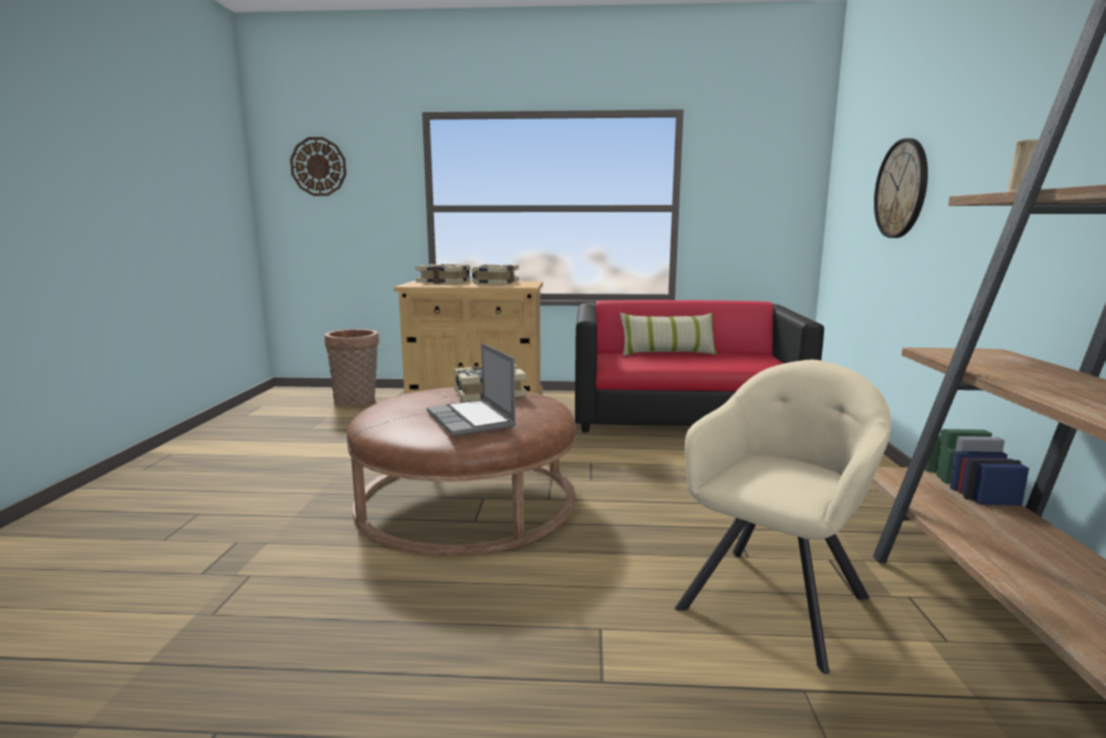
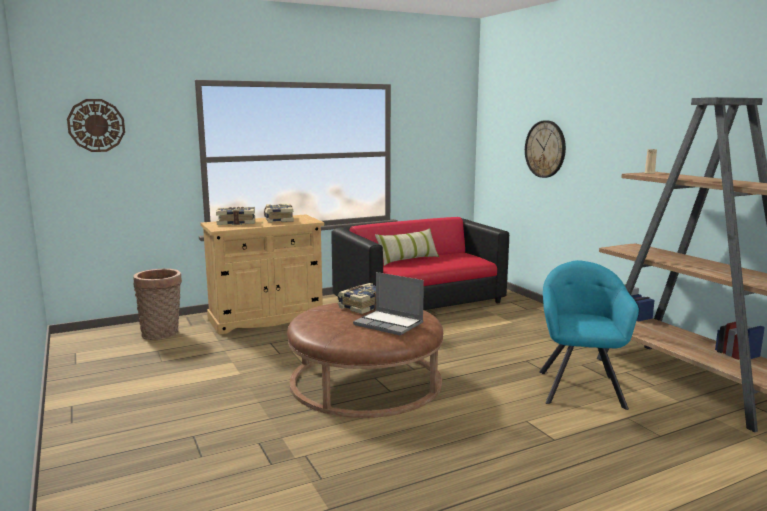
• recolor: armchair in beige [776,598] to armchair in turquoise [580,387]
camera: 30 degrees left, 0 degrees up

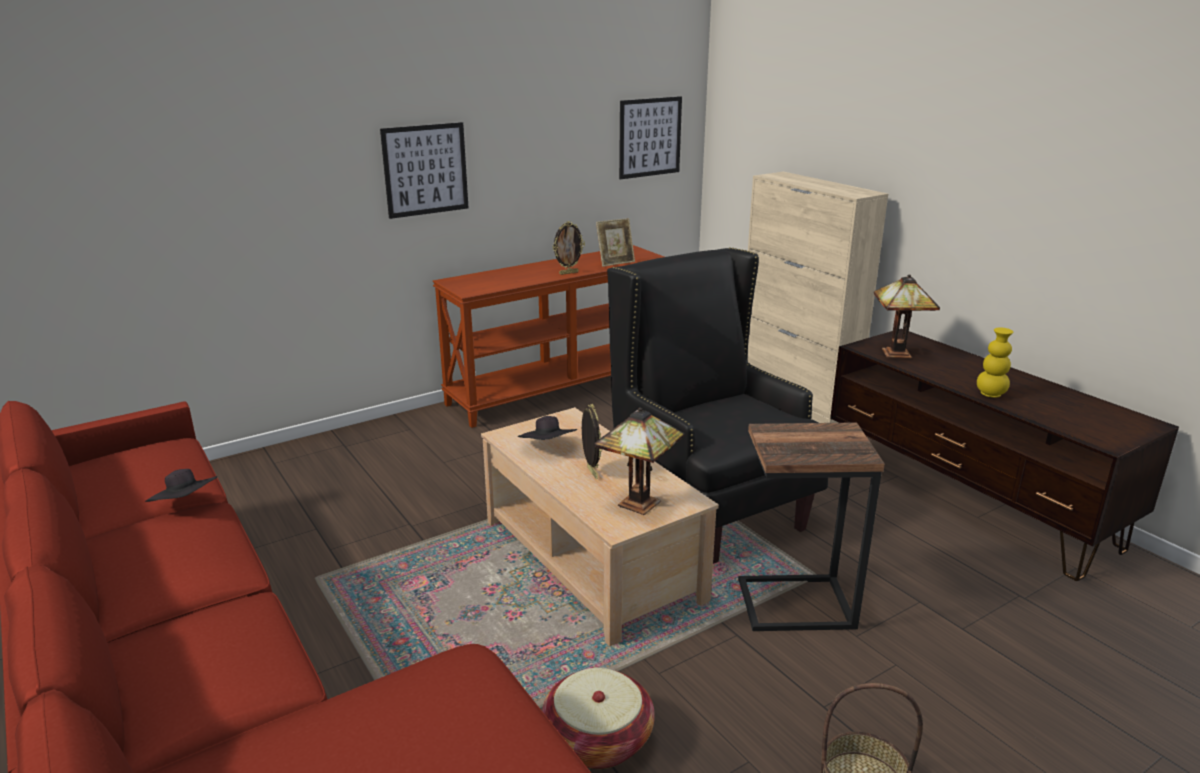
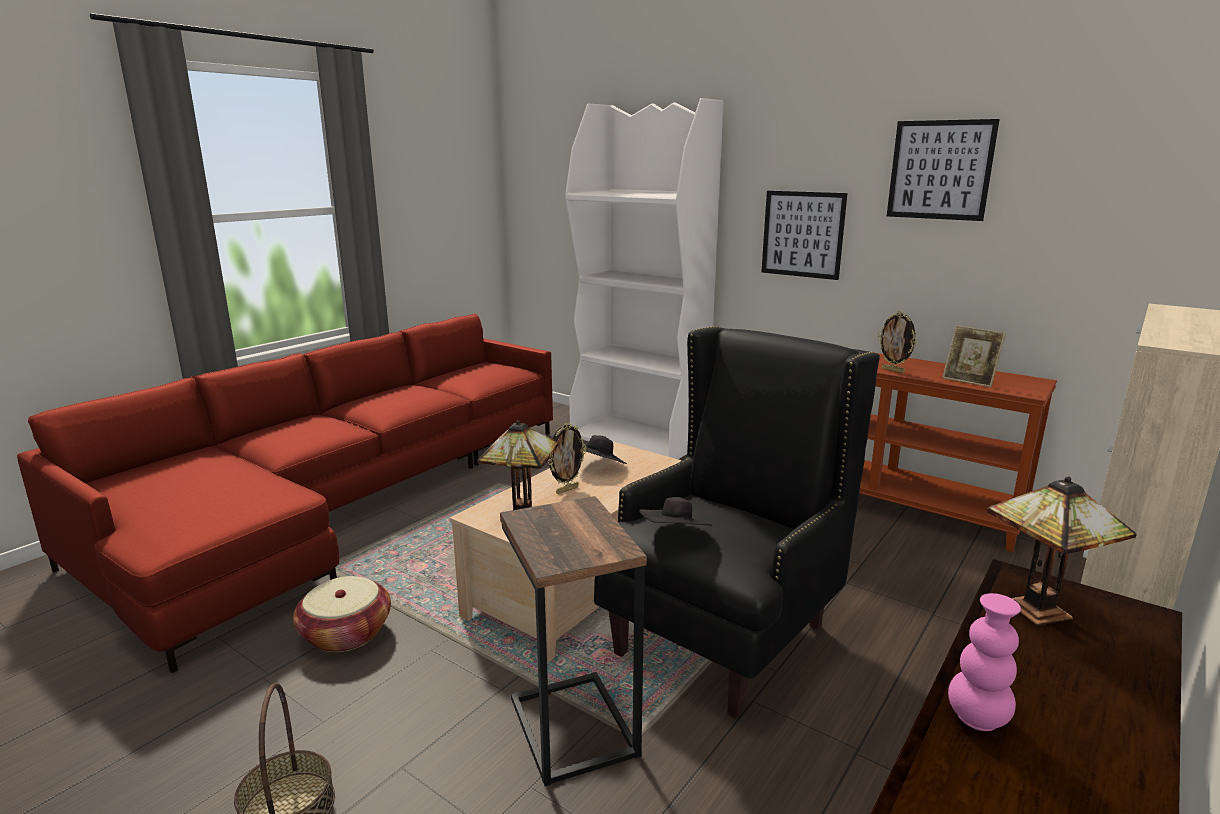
• insert: bookcase in white [639,439]
• move: hat in black [186,505] to [675,536]
• move: picture [650,137] to [940,170]
• recolor: vase in yellow [990,394] to vase in pink [977,719]
camera: 70 degrees right, 5 degrees down

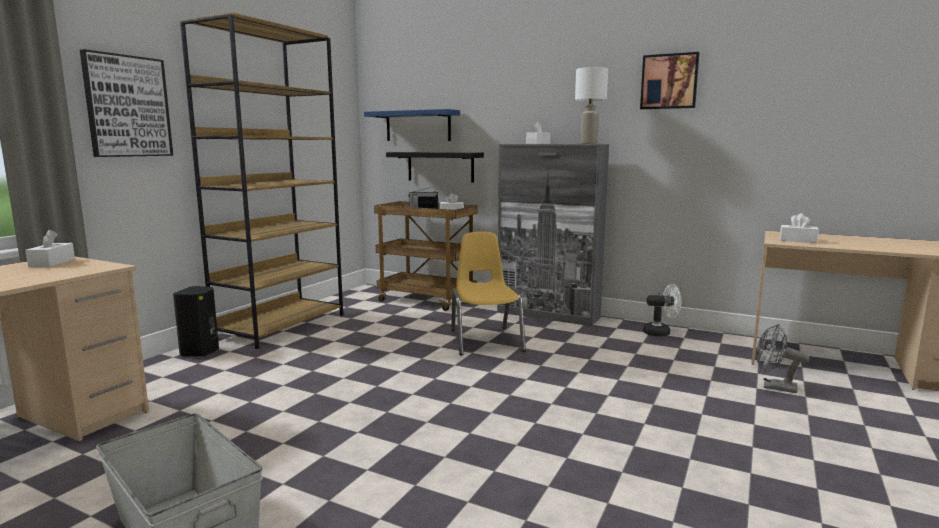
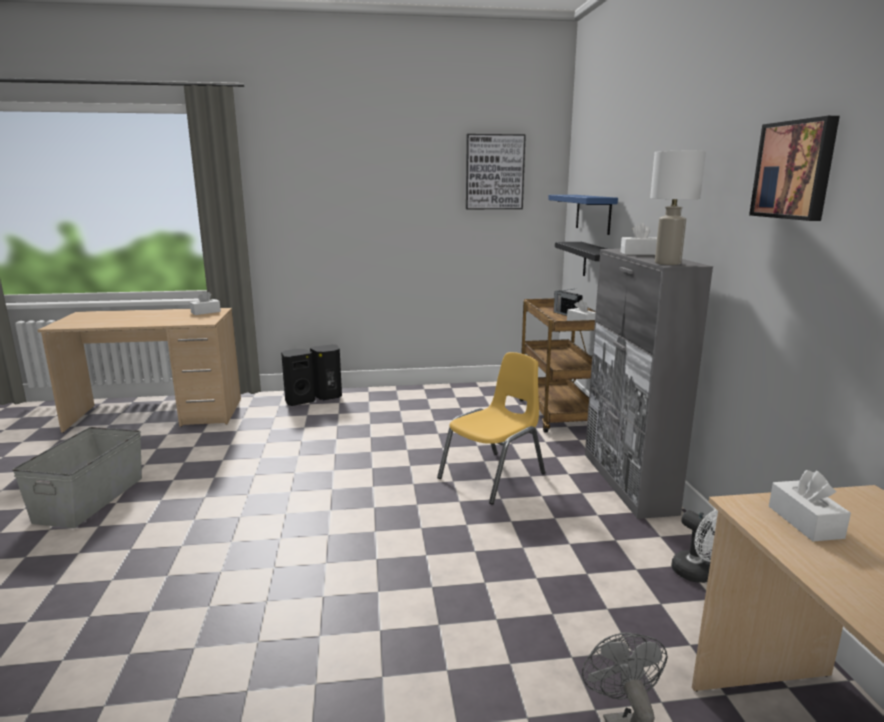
• delete: bookcase in brown [281,325]
• insert: speaker in black [299,401]
• move: picture [127,106] to [494,172]
camera: 55 degrees right, 5 degrees up

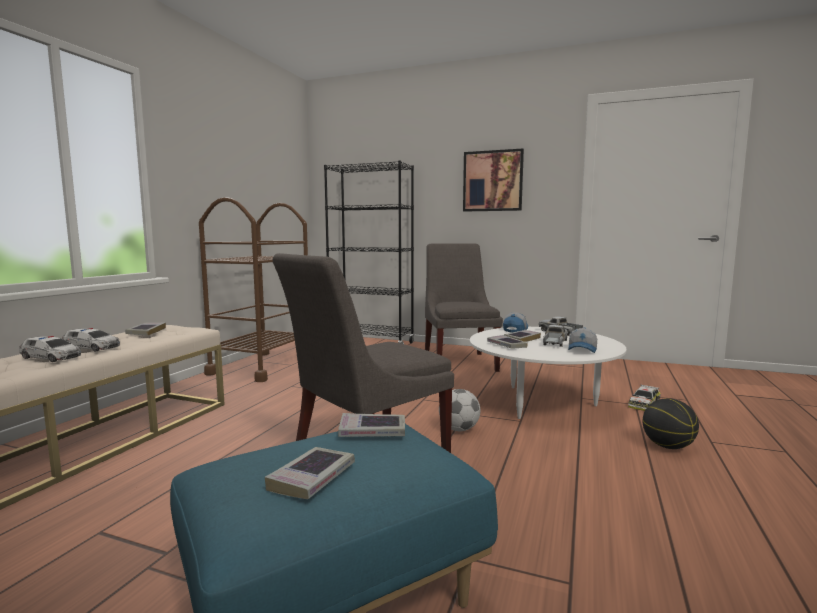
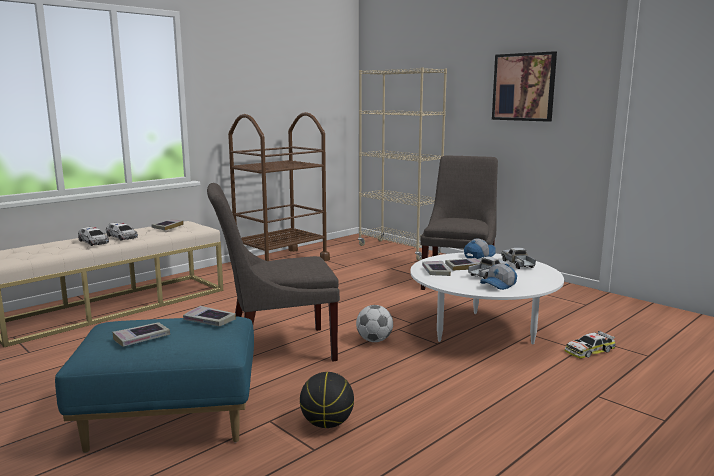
• move: basketball [668,446] to [327,423]
• recolor: bookcase in black [371,343] to bookcase in beige [398,250]
camera: 25 degrees right, 5 degrees up

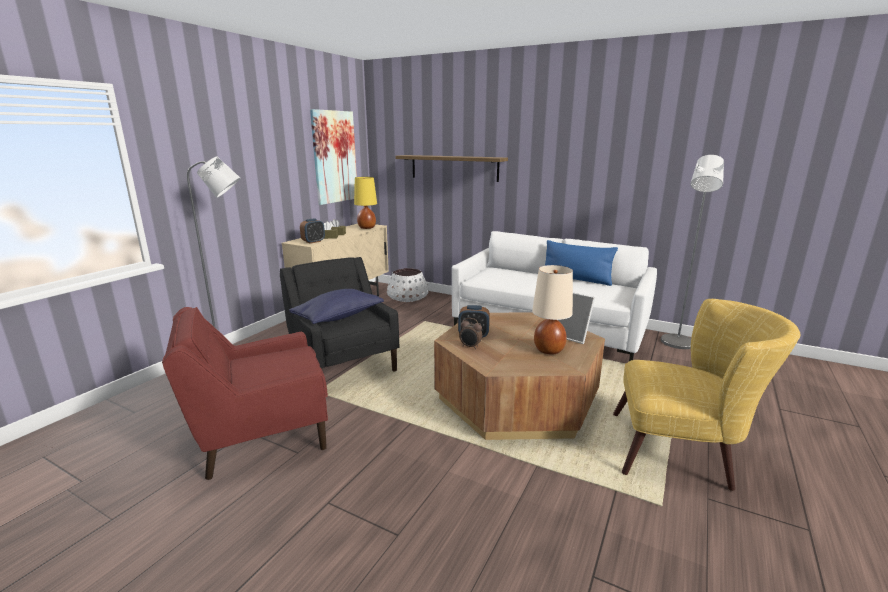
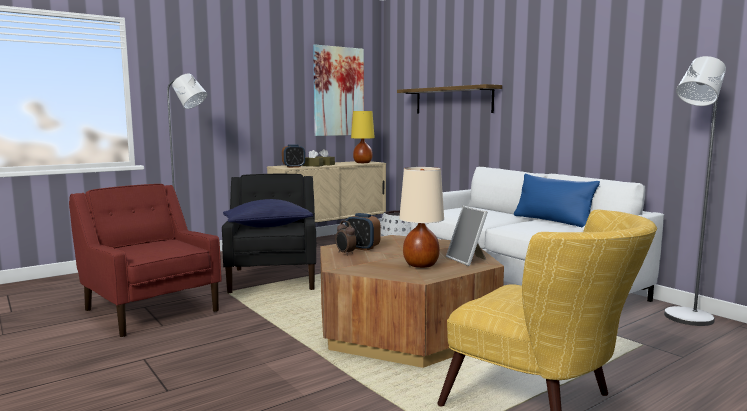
• rotate: armchair in red [261,434] = [151,310] 45 degrees clockwise
camera: 25 degrees right, 10 degrees down

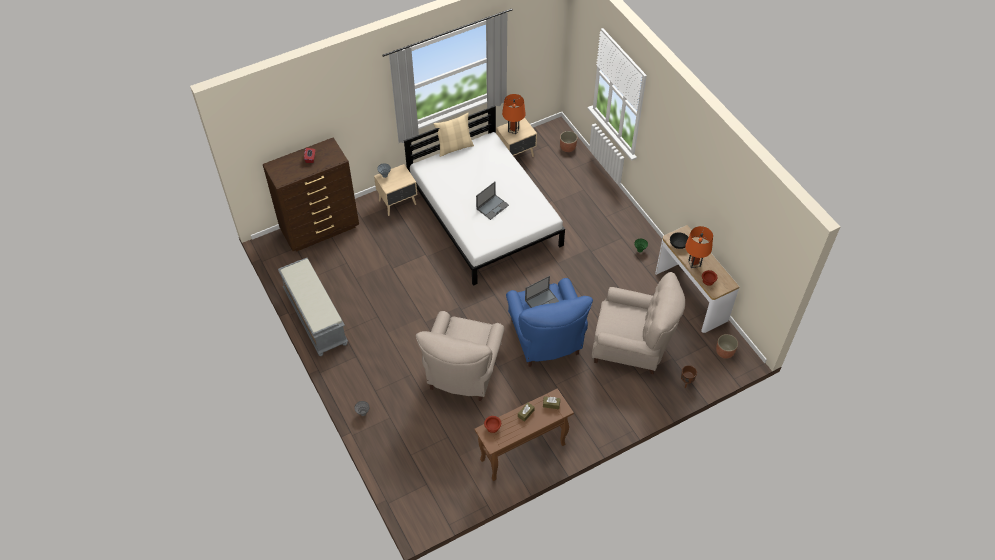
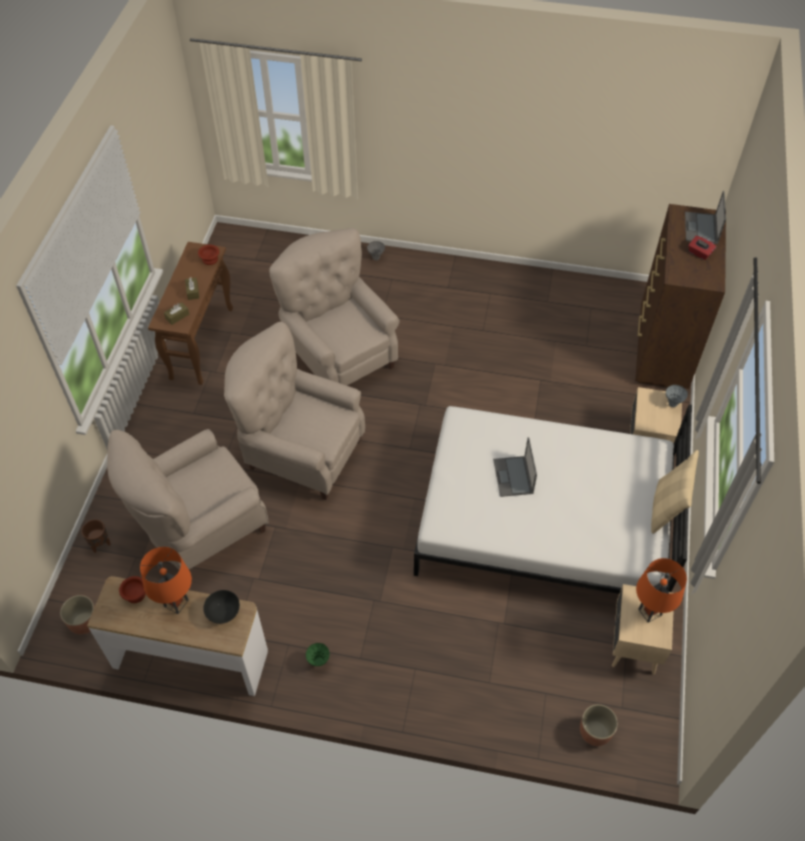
• delete: bench in grey [314,317]
• move: laptop [542,301] to [701,228]
• recolor: armchair in blue [545,339] to armchair in beige [300,453]
camera: 130 degrees right, 0 degrees up

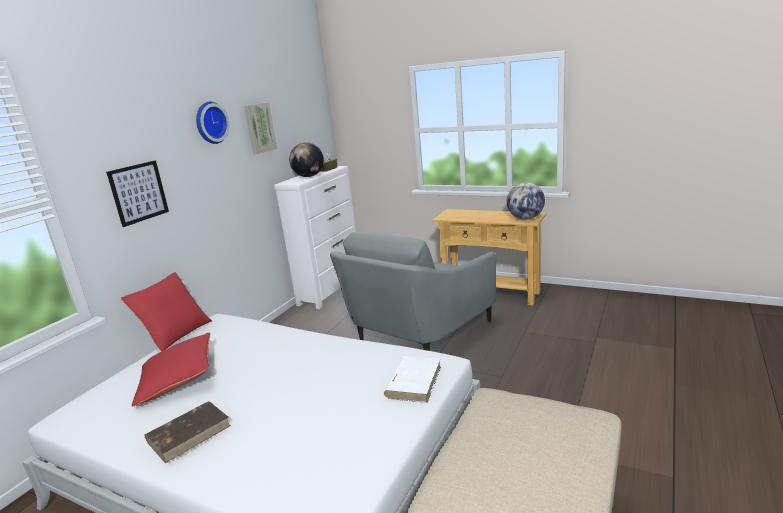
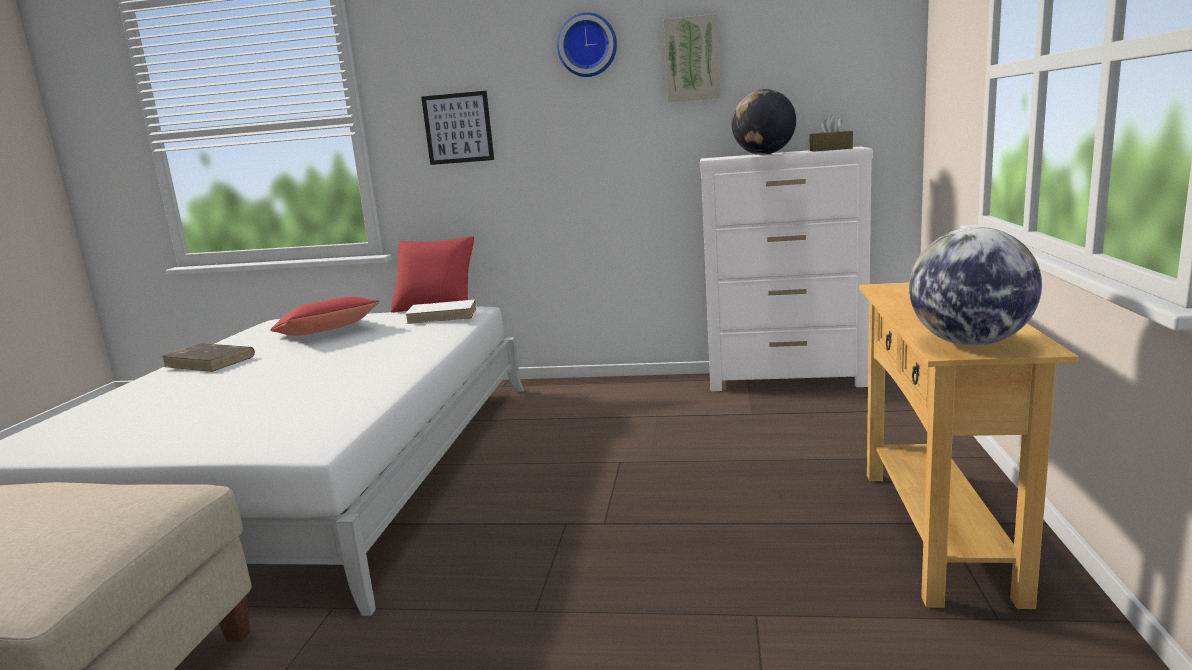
• delete: armchair in grey [417,332]
• move: book in white [413,381] to [443,315]
camera: 70 degrees right, 5 degrees down

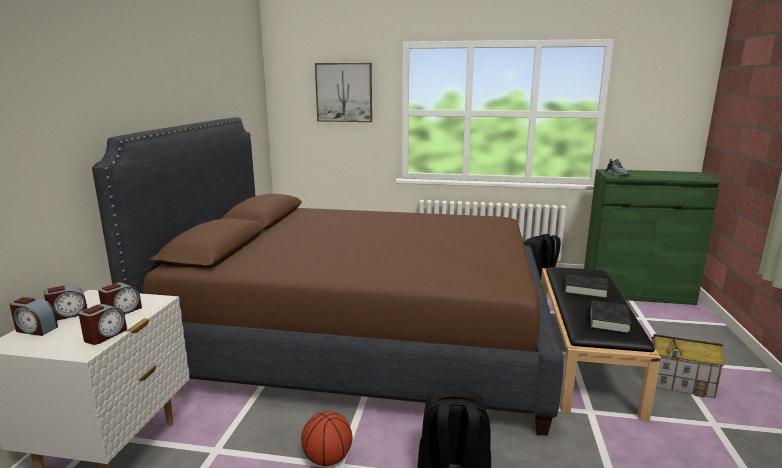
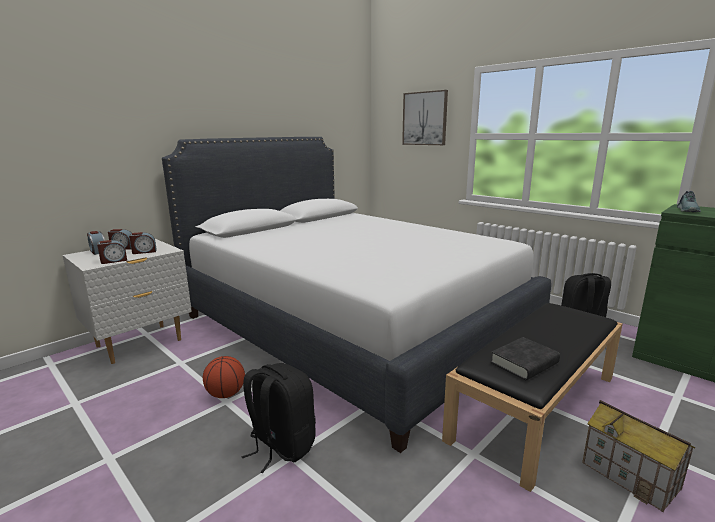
• delete: book in black [585,290]
• recolor: bed in brown [360,339] to bed in white [351,326]
camera: 35 degrees right, 0 degrees up

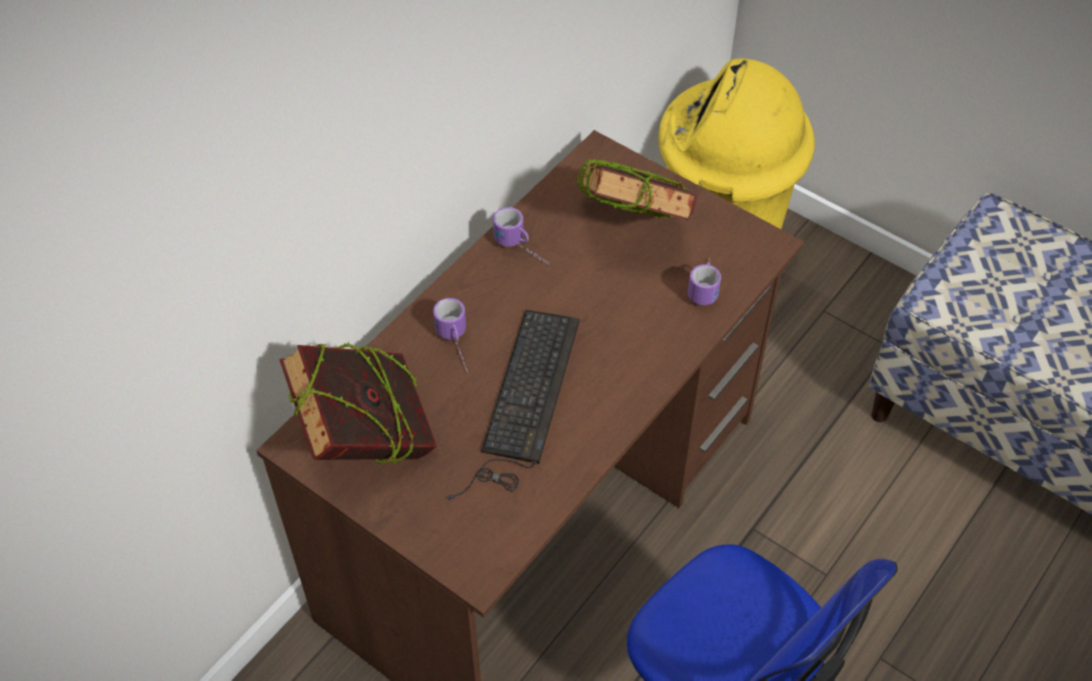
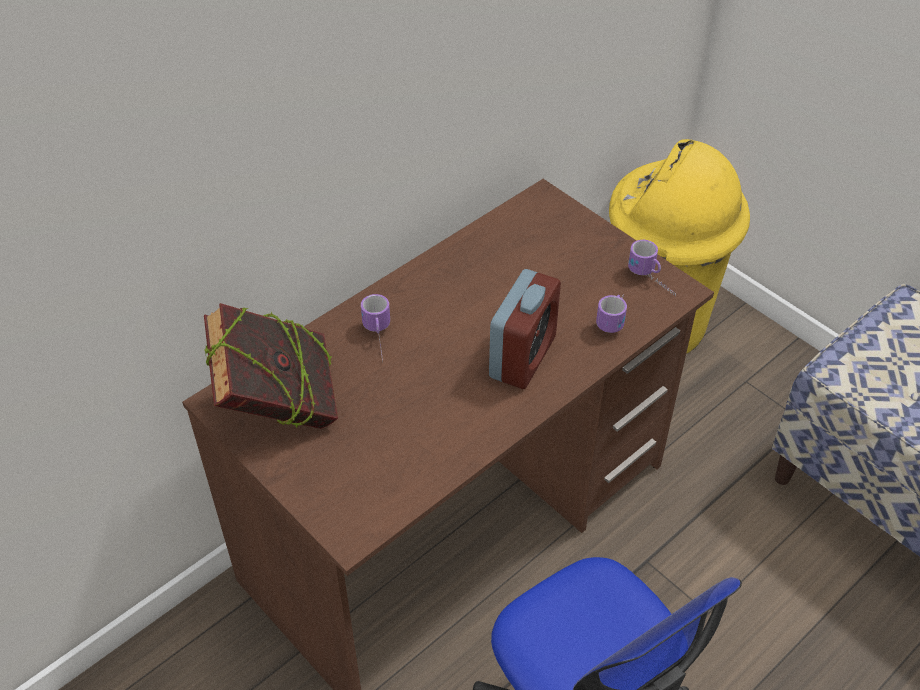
• delete: keyboard [522,403]
• delete: book [631,234]
• insert: alarm clock [522,357]
• move: mug [522,251] to [652,281]
camera: 10 degrees right, 5 degrees down

